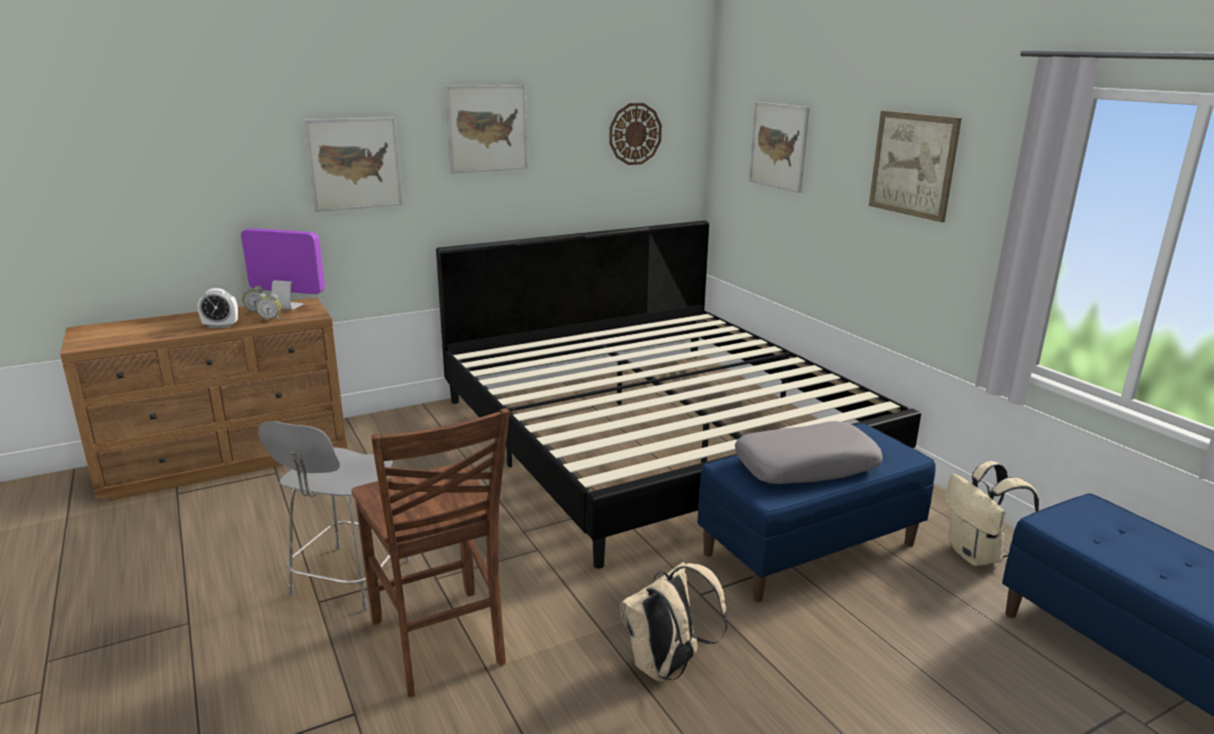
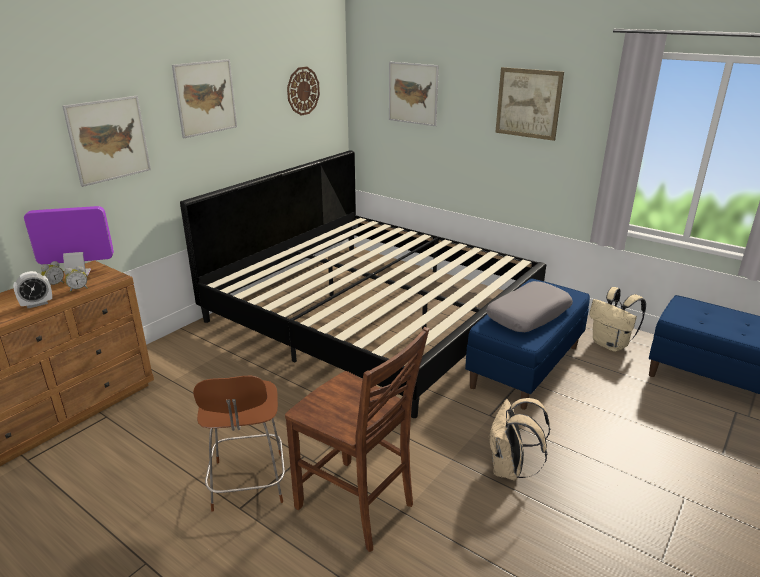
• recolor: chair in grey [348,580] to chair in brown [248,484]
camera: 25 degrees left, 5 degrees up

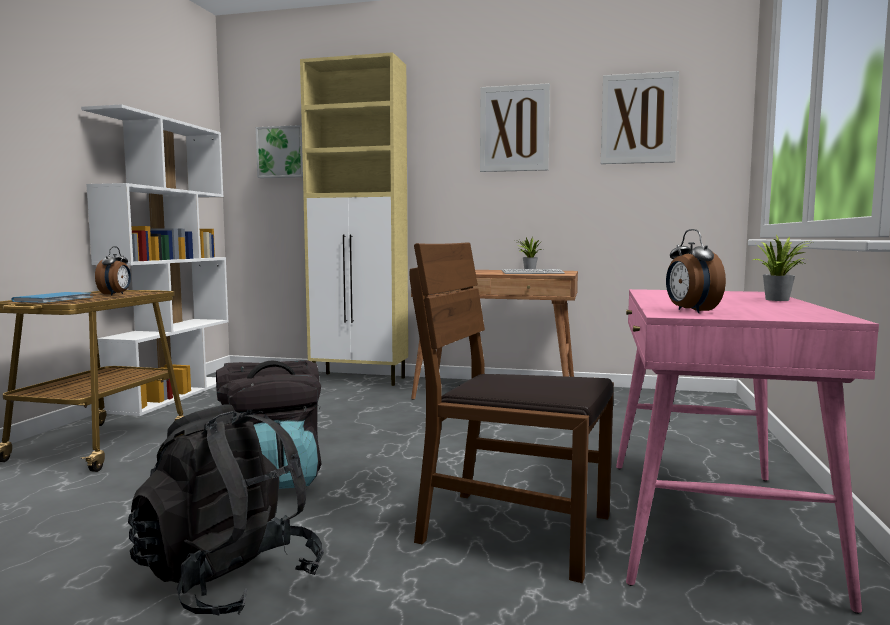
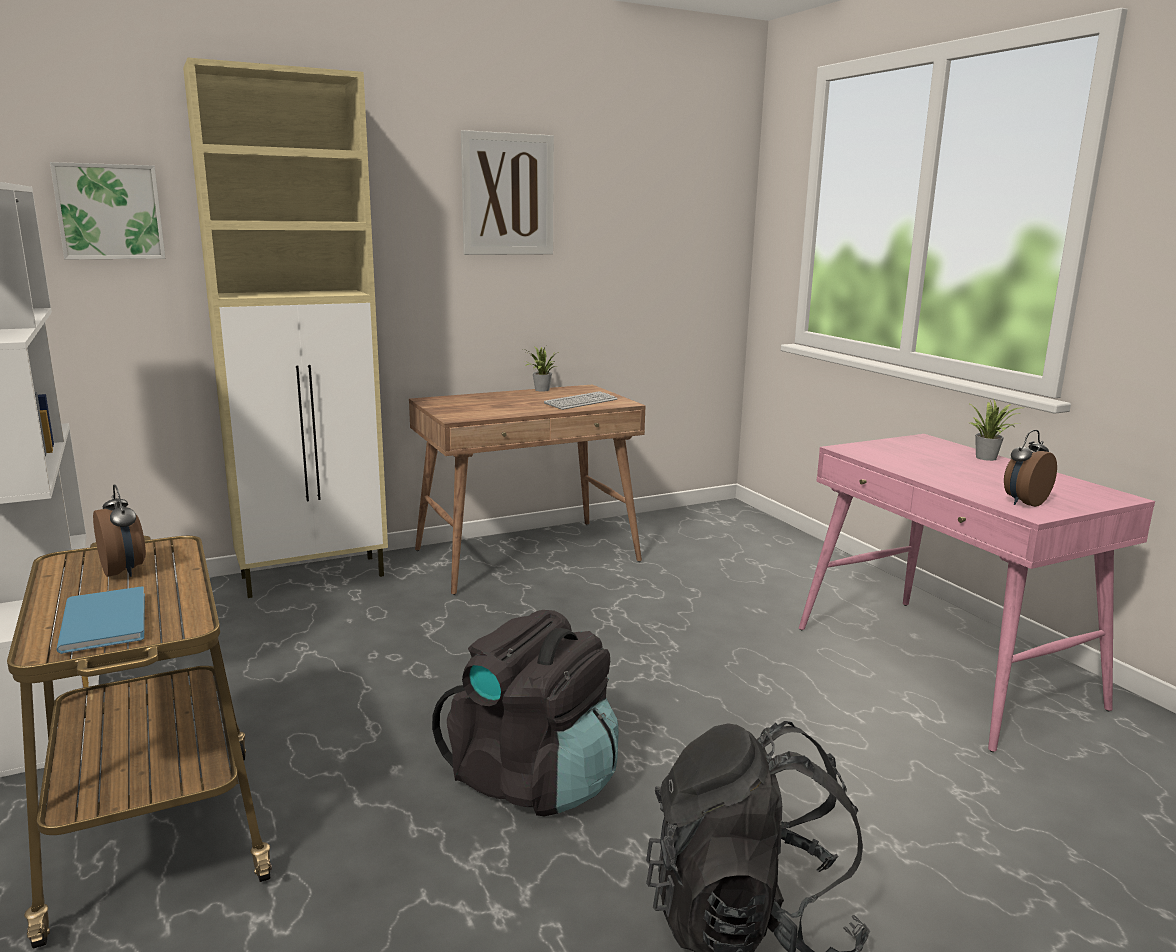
• delete: chair in brown [516,530]
• delete: picture [638,119]
• rotate: alarm clock [690,311] = [1023,502] 105 degrees clockwise
camera: 40 degrees left, 10 degrees up

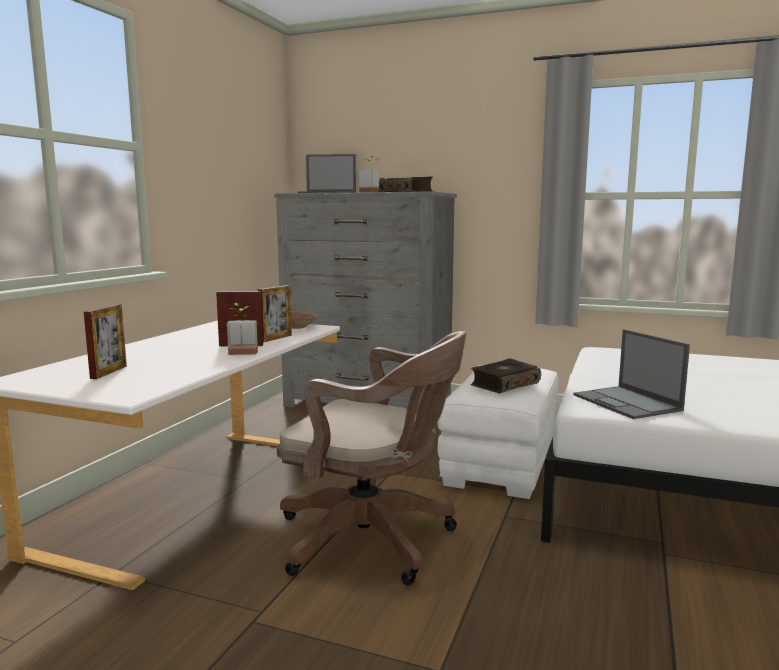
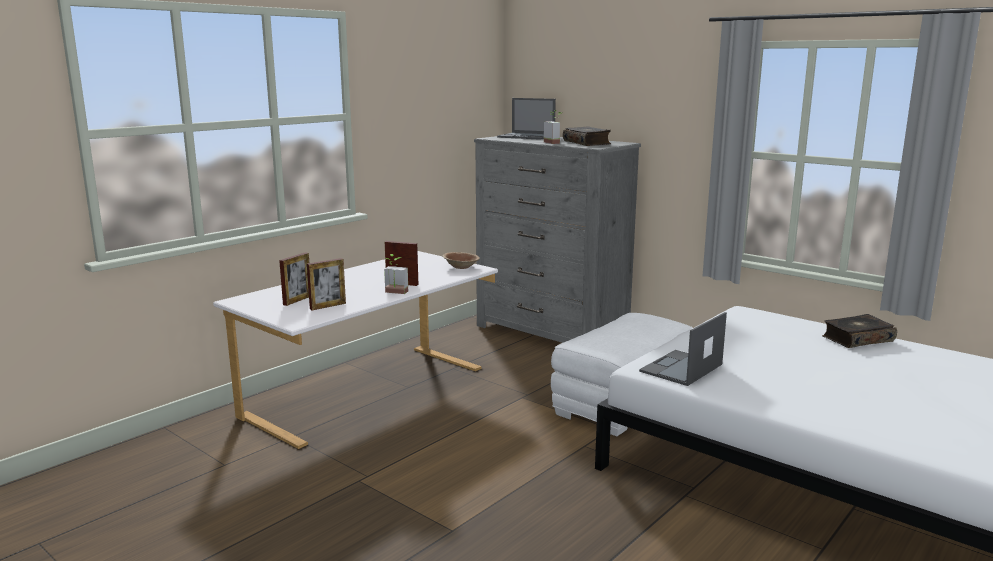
• delete: office chair in brown [374,540]
• move: picture frame [276,338] to [328,306]
• move: book [504,384] to [857,339]
• rotate: laptop [627,403] = [681,368] 45 degrees clockwise
camera: 20 degrees right, 5 degrees up

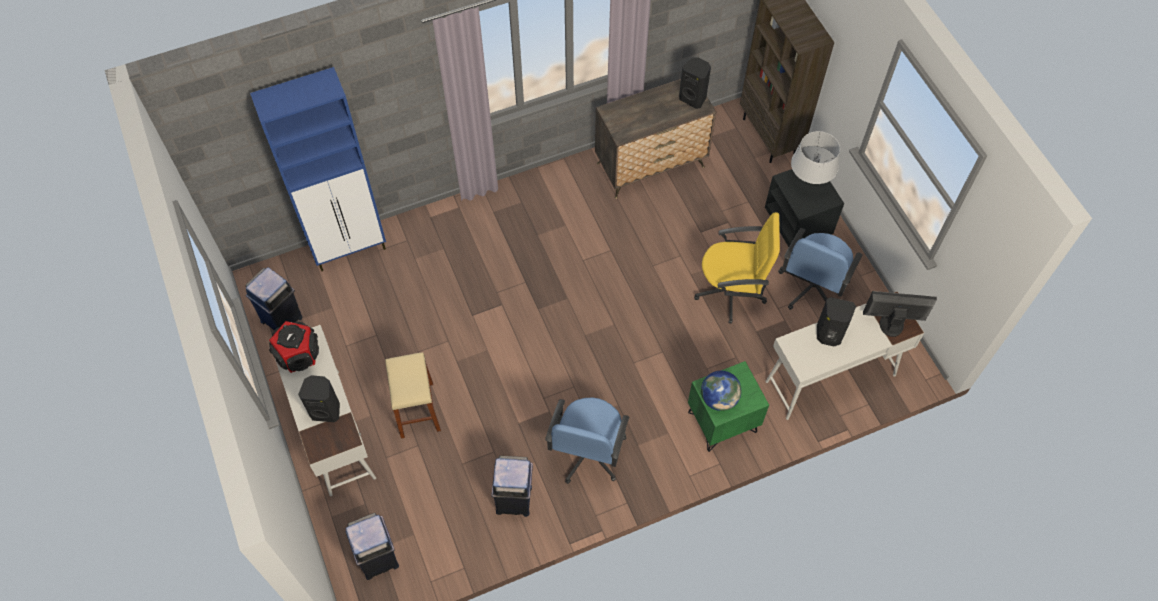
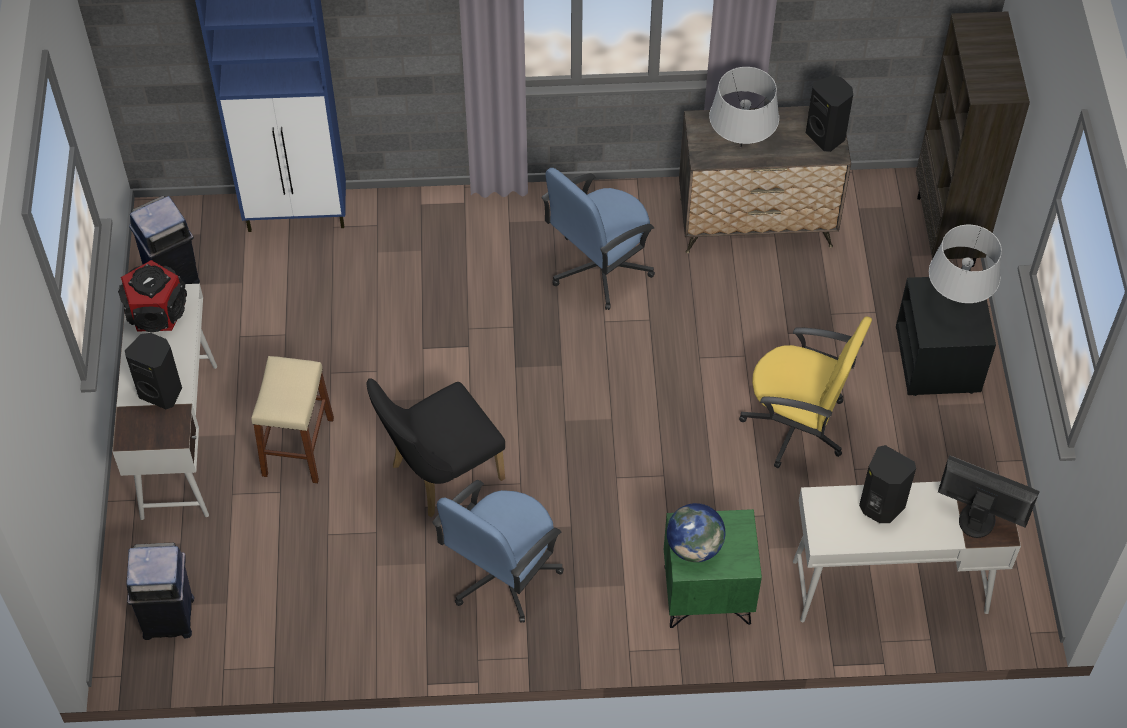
• delete: trash can in blue [515,500]
• insert: chair in black [440,475]
• insert: table lamp in grey [741,147]
• move: office chair in blue [811,287] to [599,268]
camera: 20 degrees right, 5 degrees down

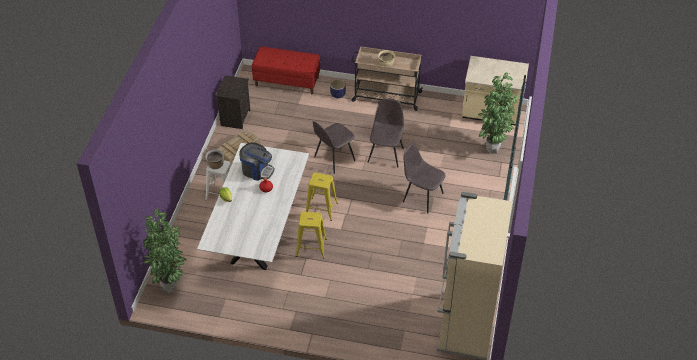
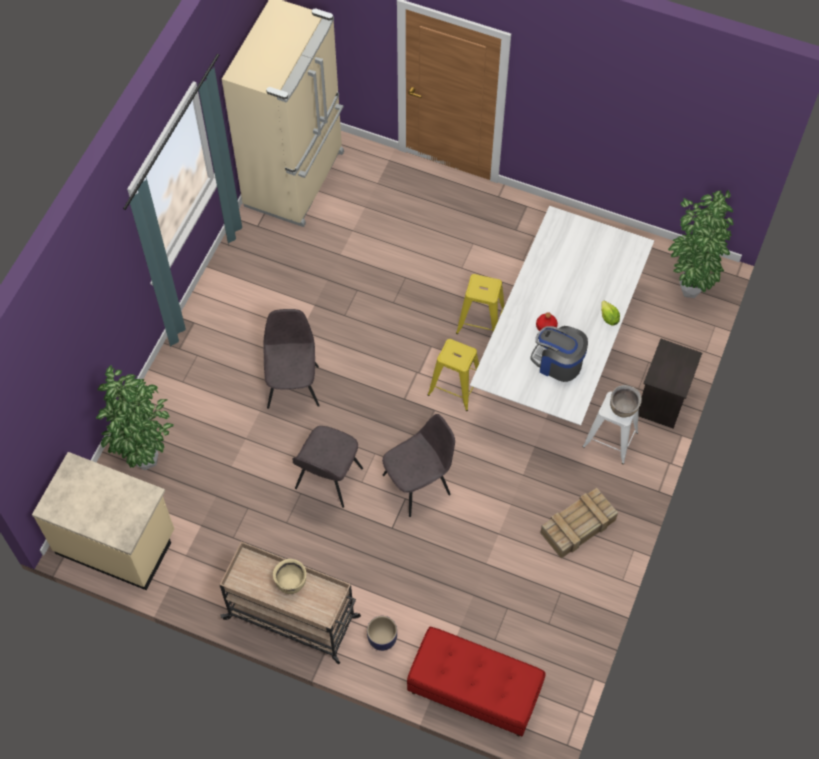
• move: nightstand in black [235,117] to [663,402]
• rotate: chair in grey [422,197] = [293,385] 135 degrees counterclockwise
camera: 170 degrees left, 15 degrees up

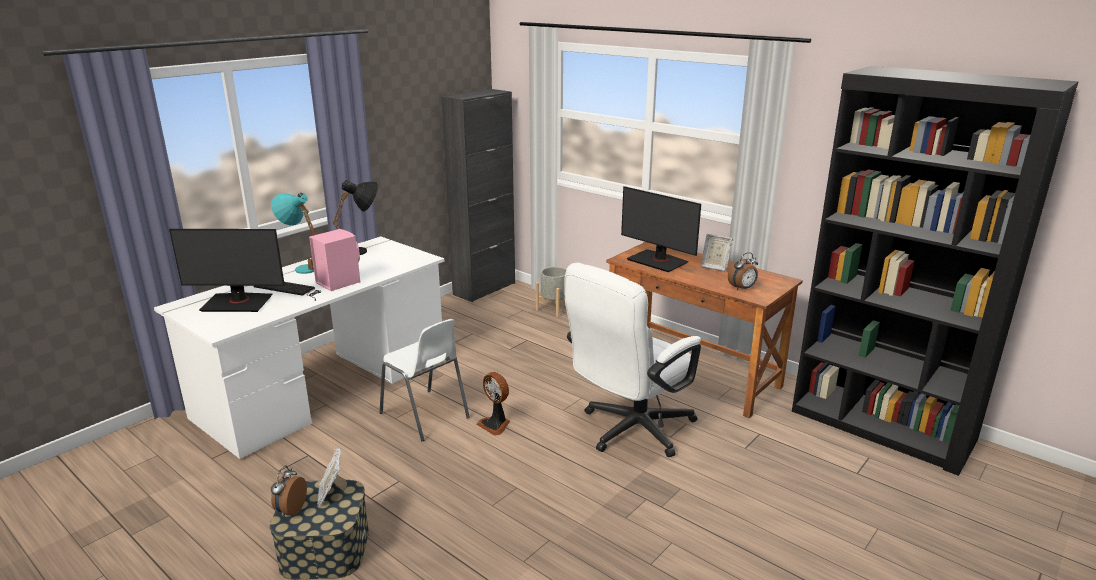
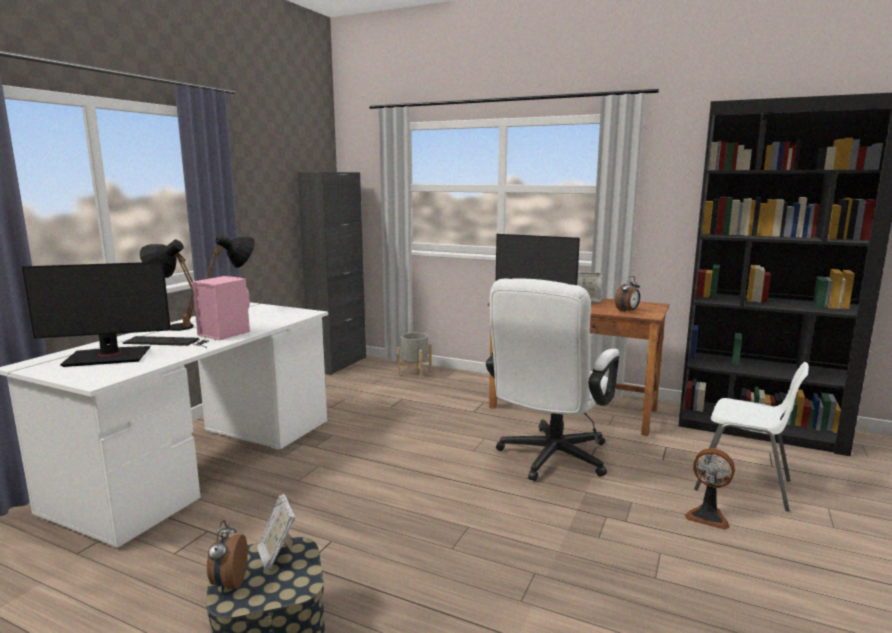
• move: chair in white [425,416] to [744,485]
• move: fan [495,424] to [708,516]
• recolor: table lamp in turquoise [302,267] to table lamp in black [173,326]
camera: 15 degrees left, 10 degrees down

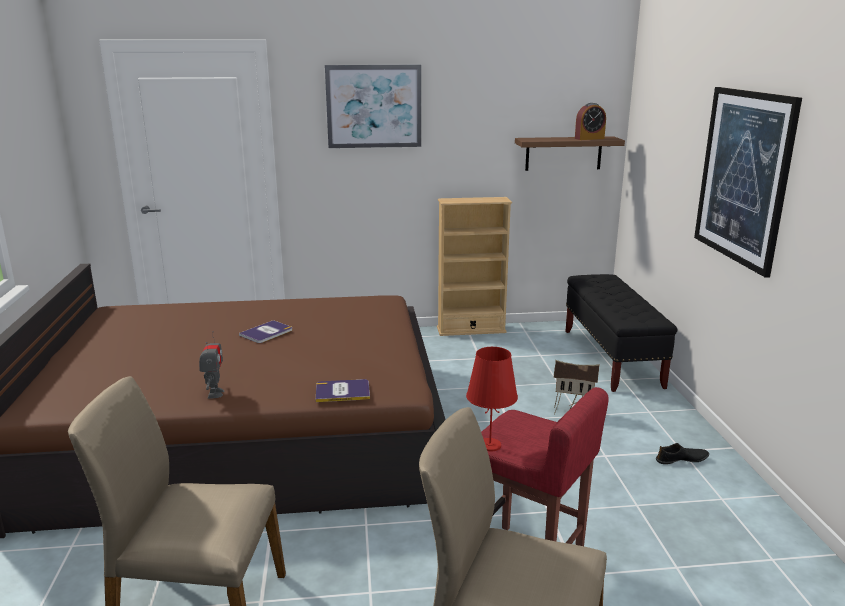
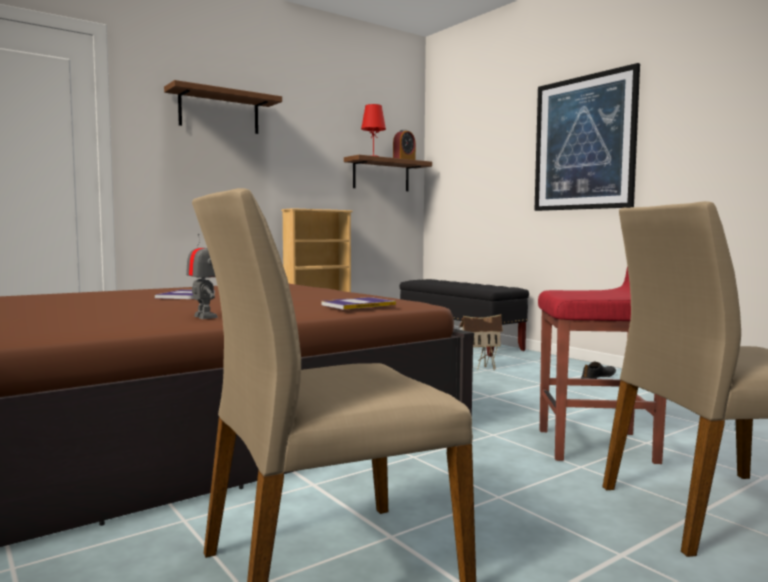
• move: table lamp in red [489,445] to [373,157]
• replace: picture [374,106] to shelf in brown [219,112]
camera: 30 degrees left, 15 degrees down

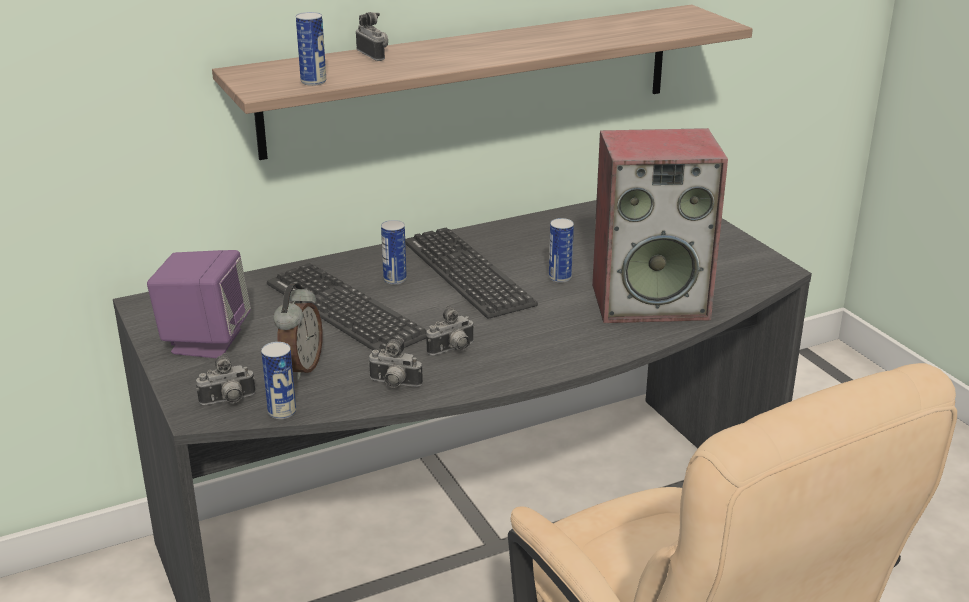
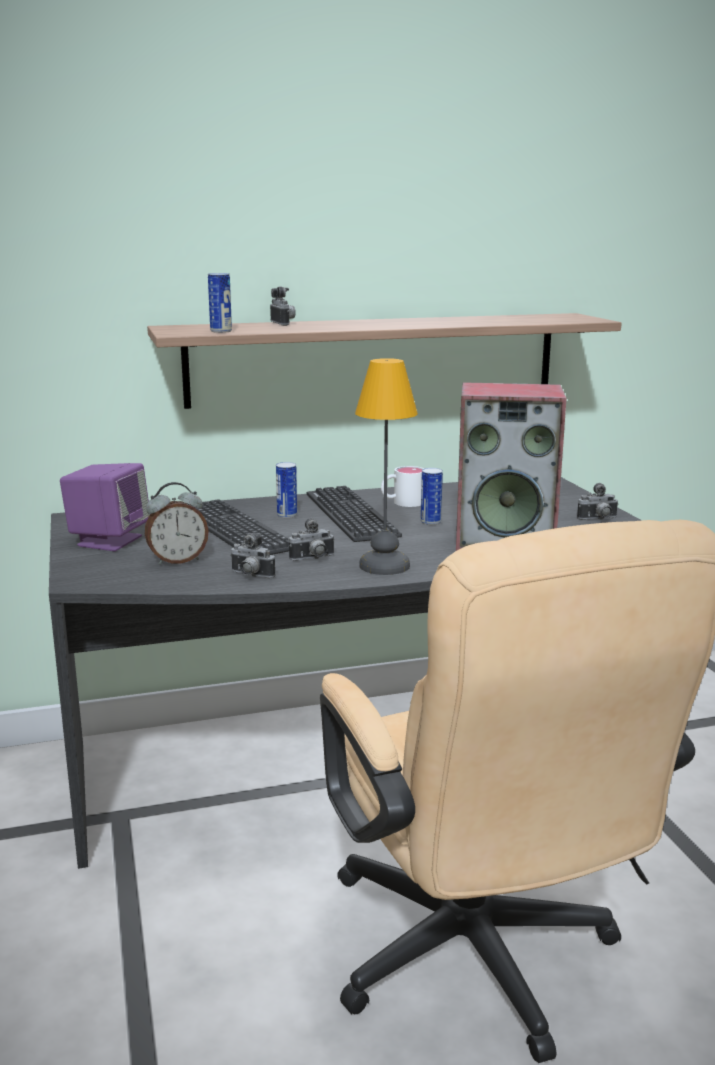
• delete: can [282,412]
• insert: table lamp [382,565]
• insert: mug in white [402,503]
• move: photo camera [228,401] to [598,519]
• rotate: alarm clock [300,367] = [177,560] 45 degrees clockwise
camera: 10 degrees right, 10 degrees down

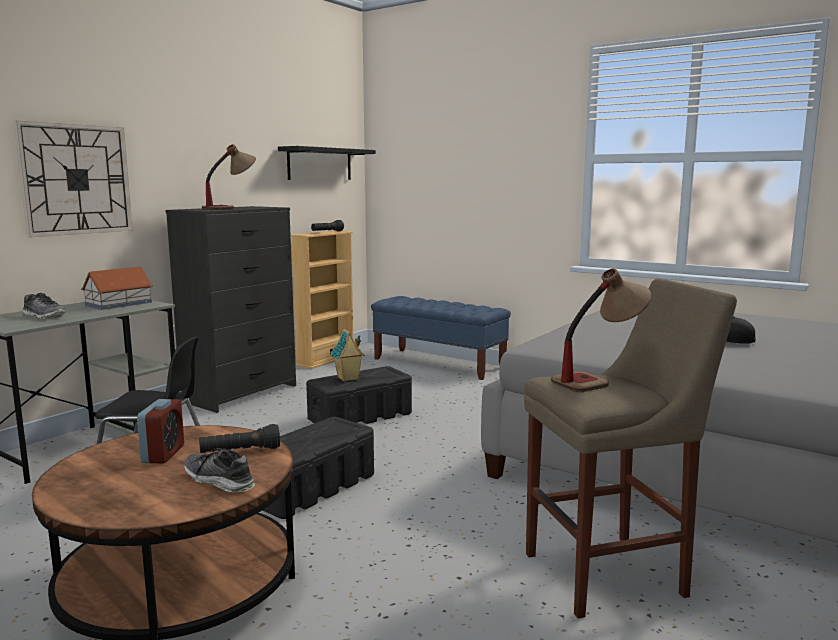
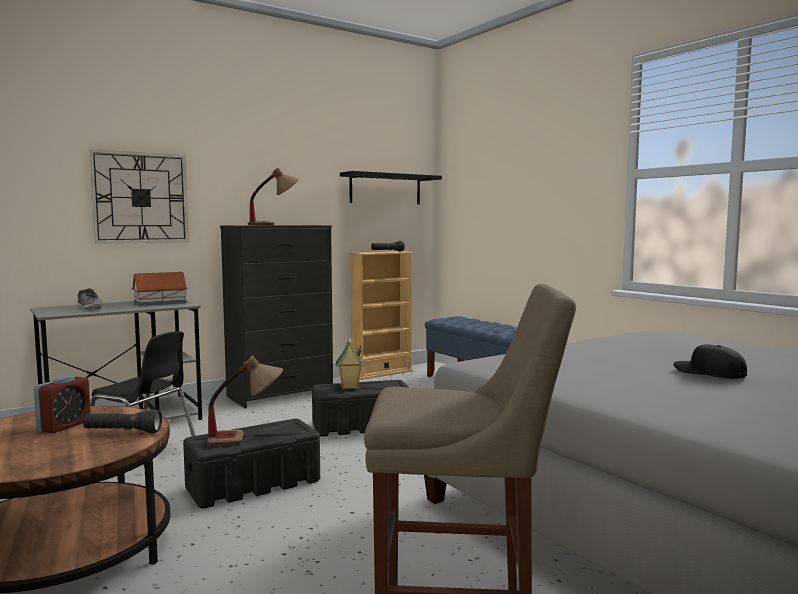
• delete: shoe [219,481]
• move: table lamp [599,380] to [246,438]
camera: 20 degrees right, 5 degrees down

